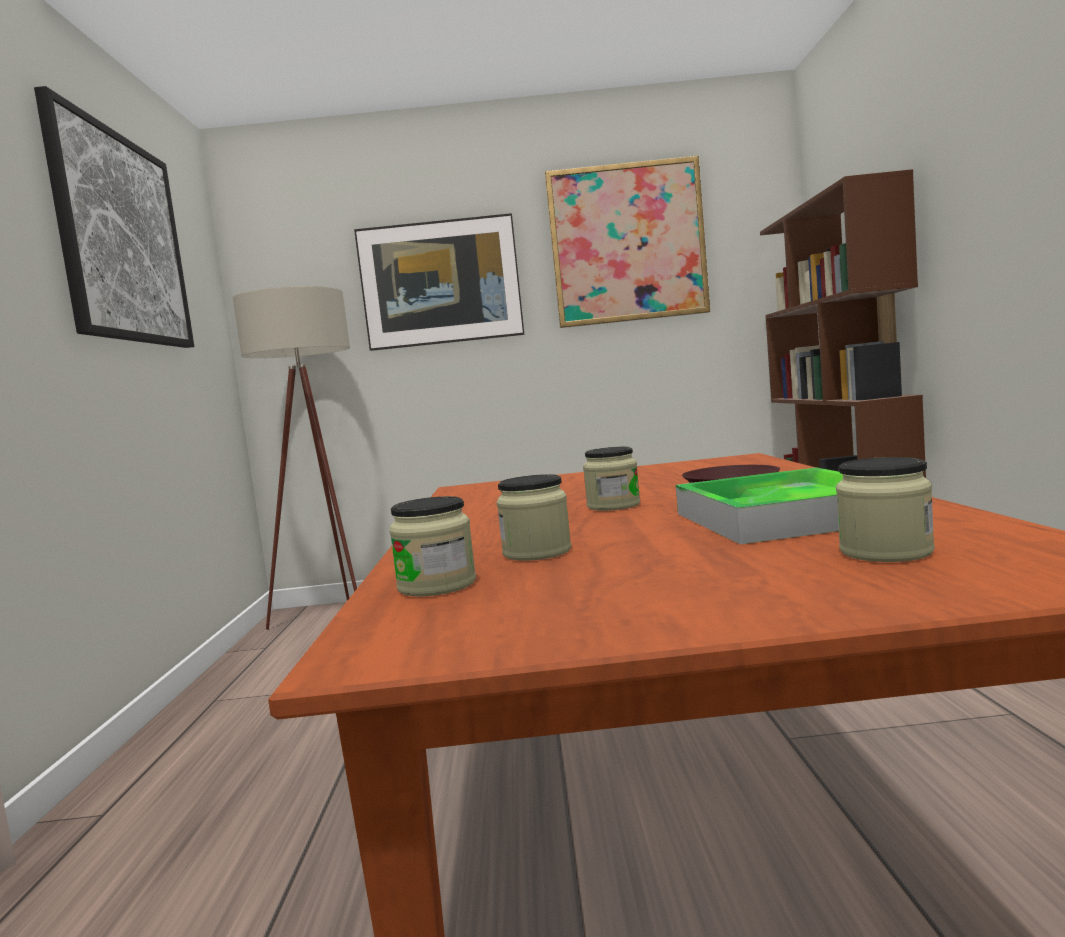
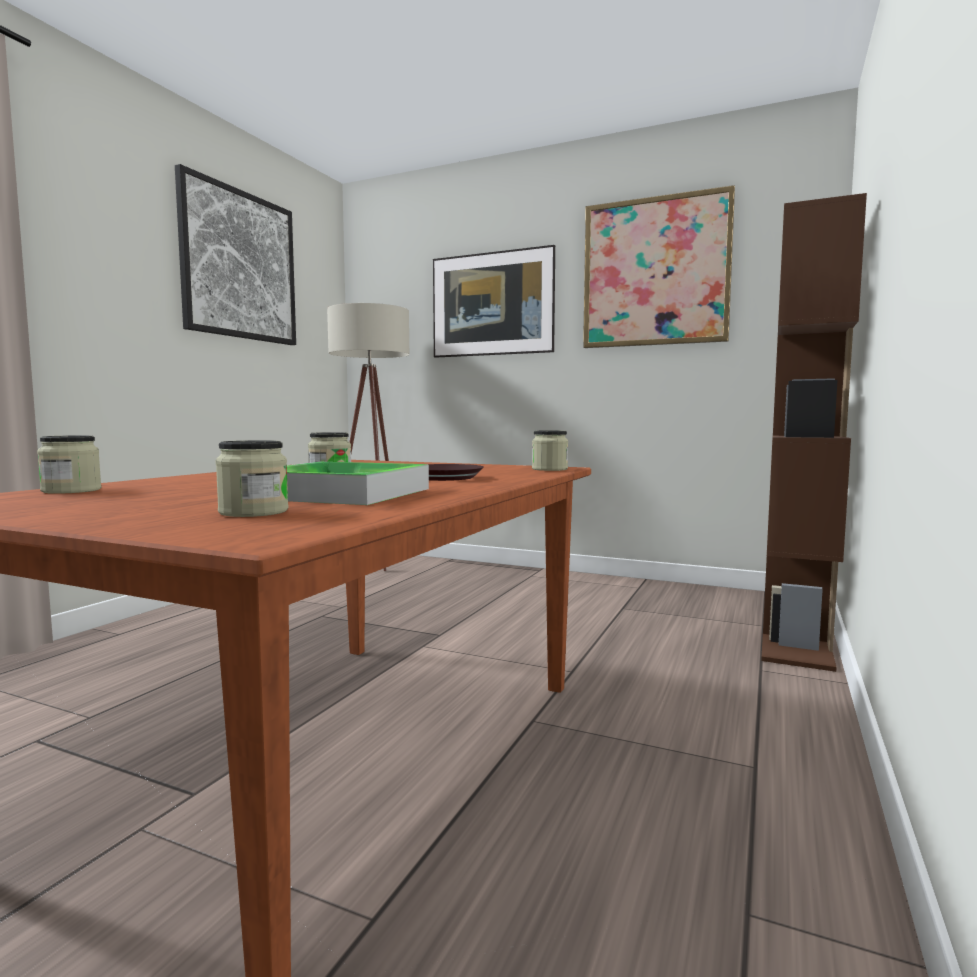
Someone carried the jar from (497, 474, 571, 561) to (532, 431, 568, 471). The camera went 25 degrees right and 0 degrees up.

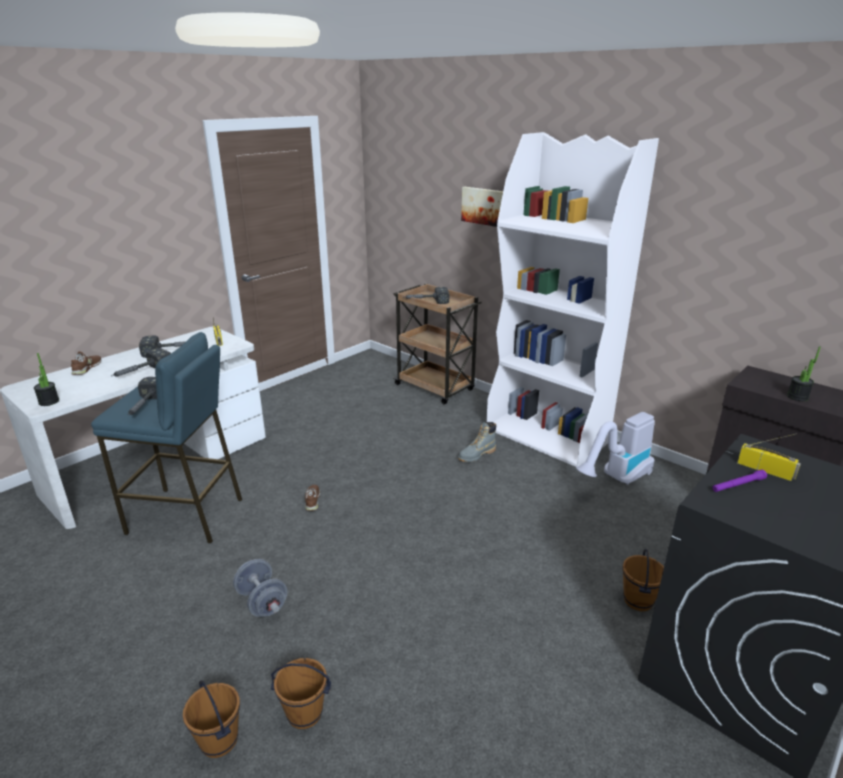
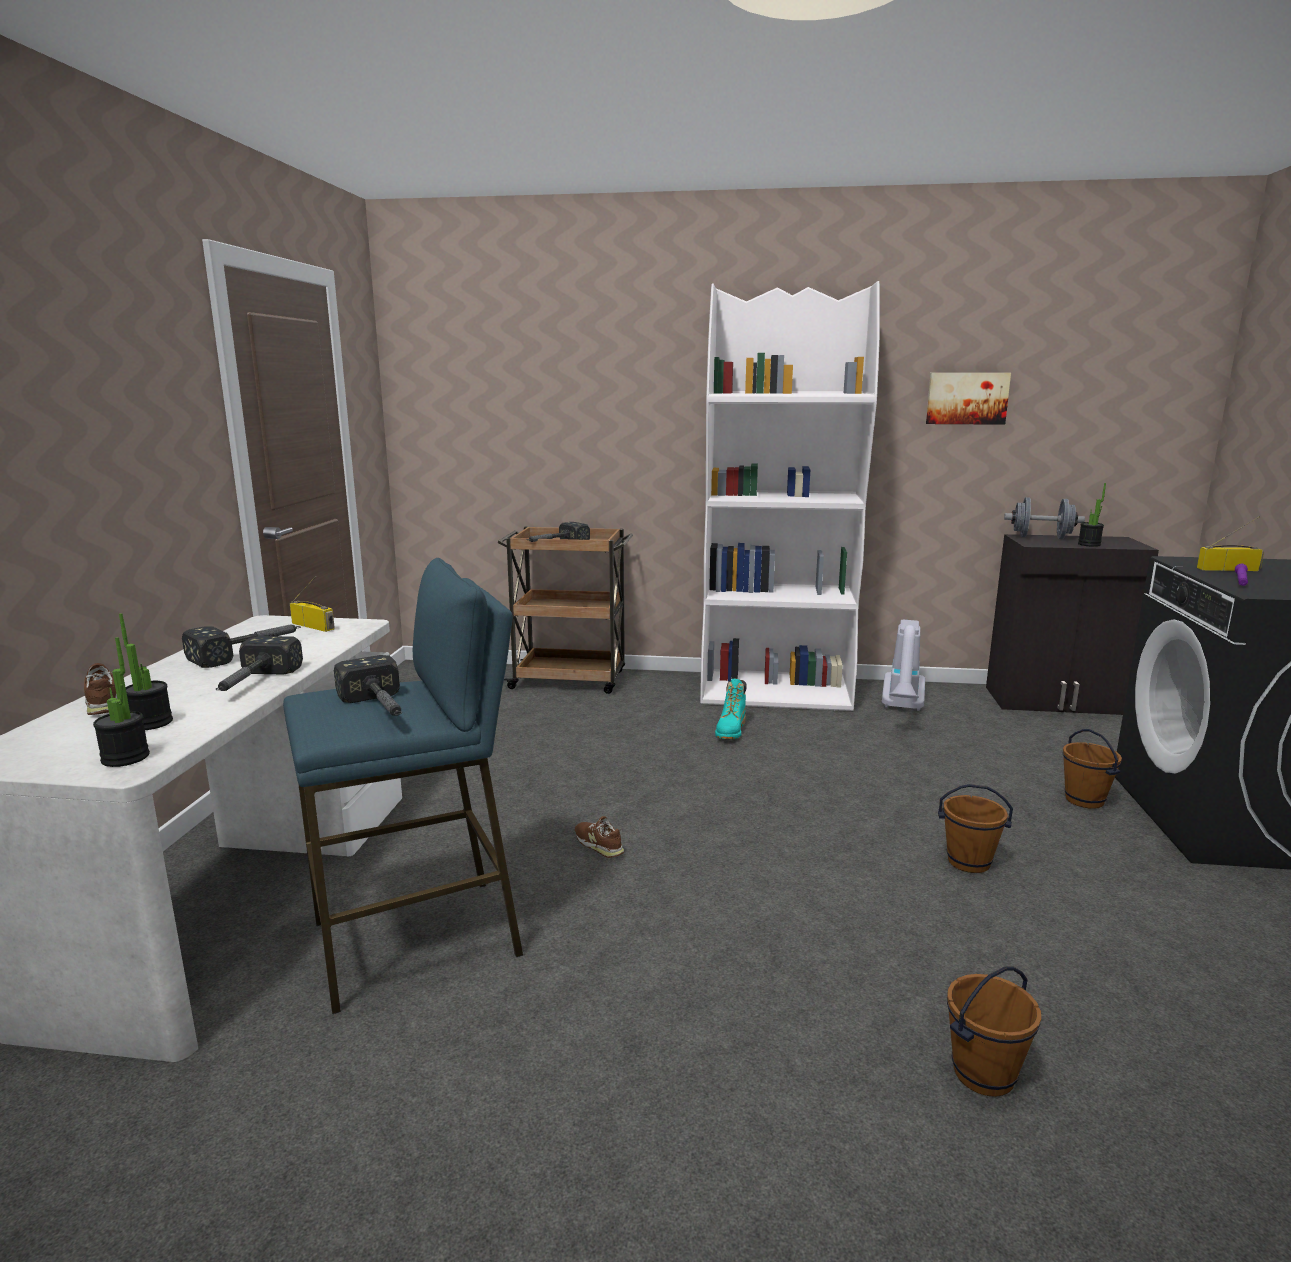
Someone carried the brown bucket from (183, 680, 240, 758) to (938, 784, 1013, 873). Someone carried the grey dumbbell from (233, 559, 287, 617) to (1004, 497, 1085, 539). Someone repainted the grey boot at (458, 422, 496, 462), which became the turquoise boot at (715, 678, 747, 739). Someone carried the picture from (461, 187, 503, 227) to (926, 373, 1011, 425). Someone put down the potted plant at (119, 613, 173, 730). The camera went 35 degrees left and 10 degrees down.

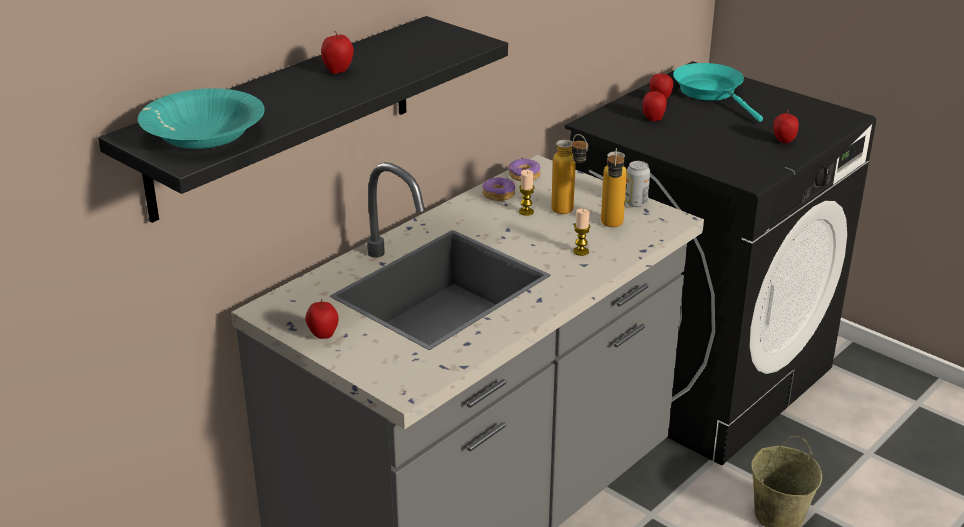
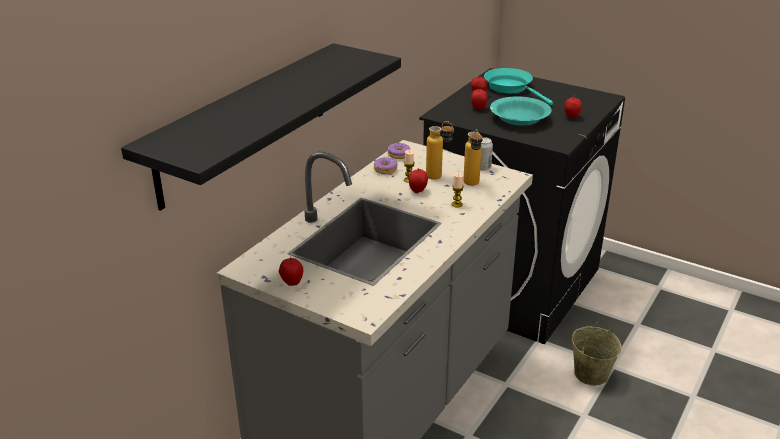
Someone carried the turquoise bowl from (138, 88, 265, 149) to (490, 96, 552, 126). Someone carried the apple from (321, 31, 354, 74) to (409, 168, 428, 193). The camera went 10 degrees left and 0 degrees up.

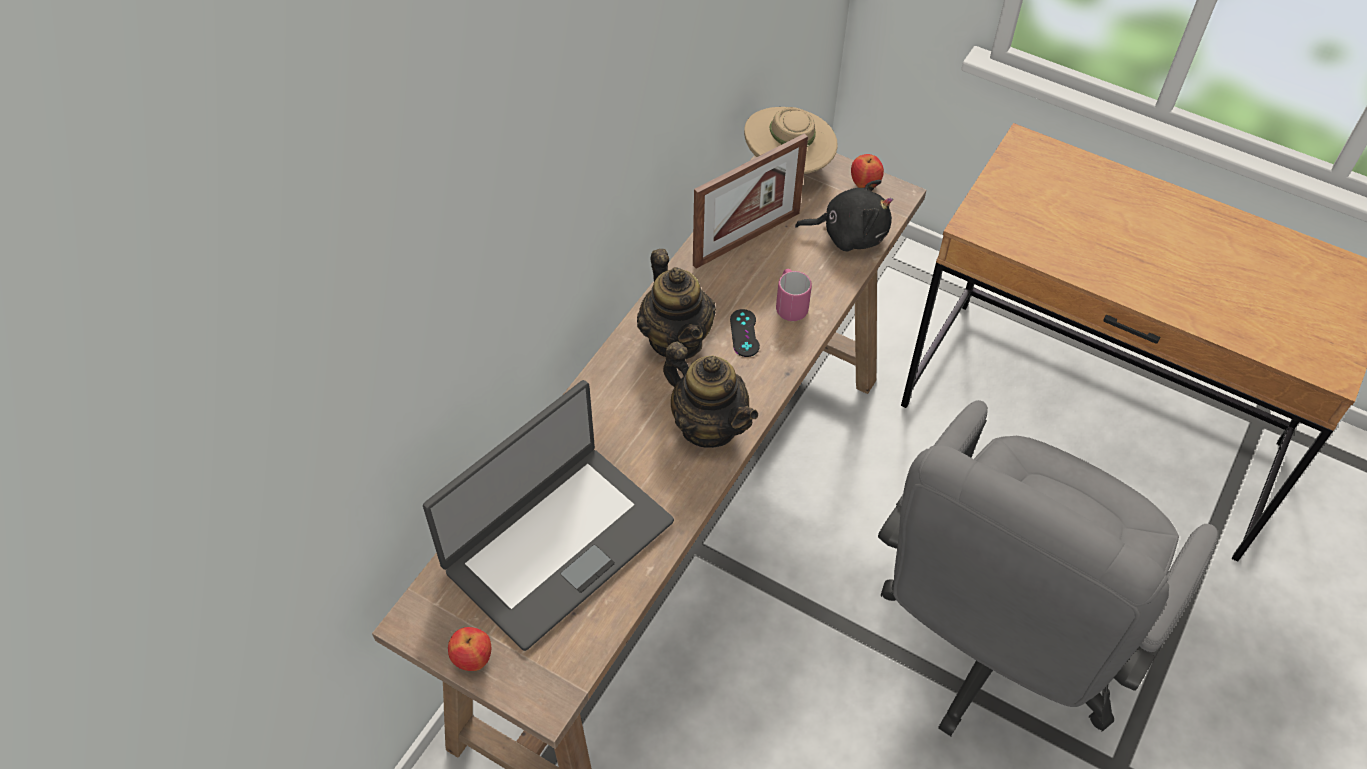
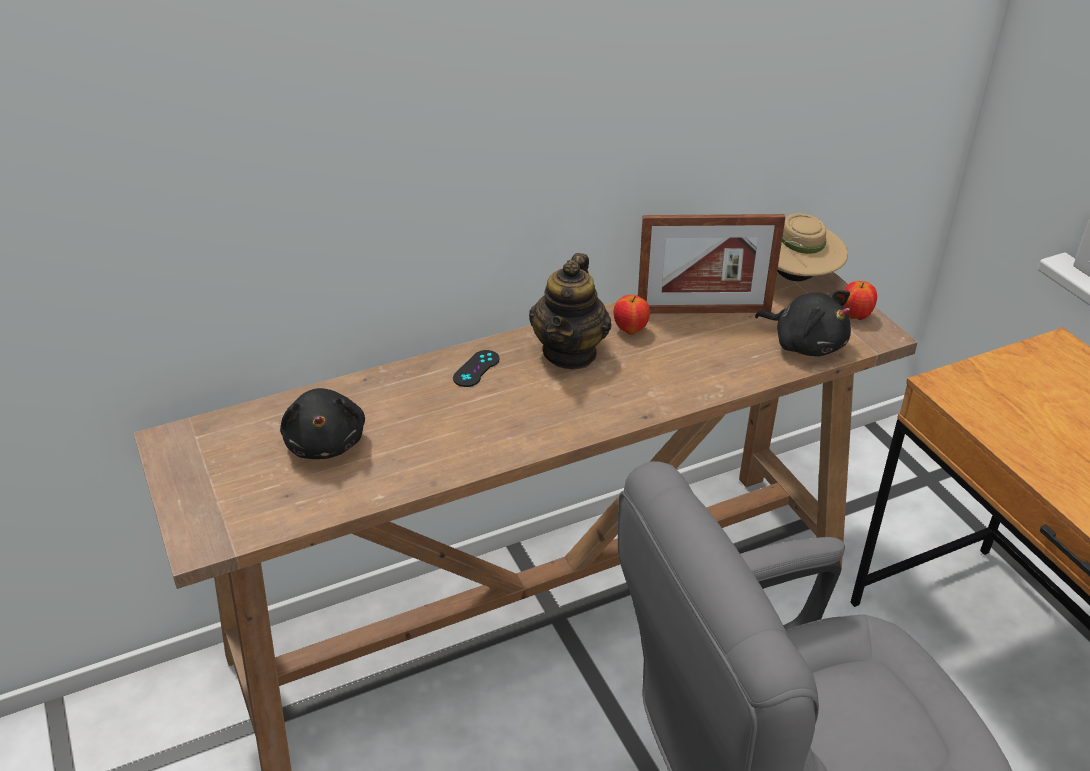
Someone swapped the laptop at (423, 380, 674, 651) for the black plush toy at (280, 388, 365, 459). Someone carried the apple from (448, 627, 491, 671) to (614, 295, 650, 335). Someone took away the teapot at (663, 342, 758, 448). Someone carried the black game controller from (730, 309, 760, 357) to (453, 350, 499, 387). Someone took away the pink mug at (776, 269, 812, 321). The camera went 35 degrees right and 15 degrees down.

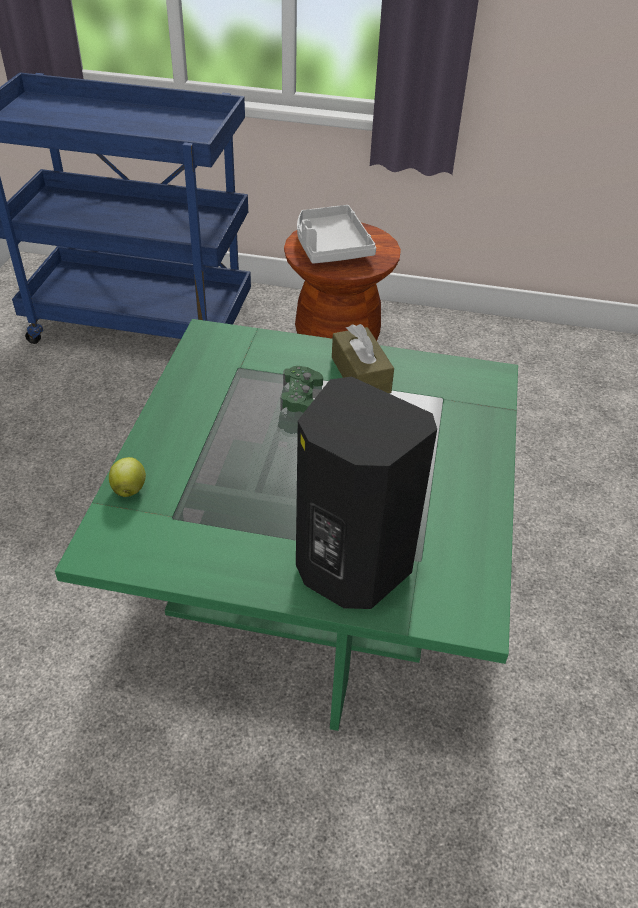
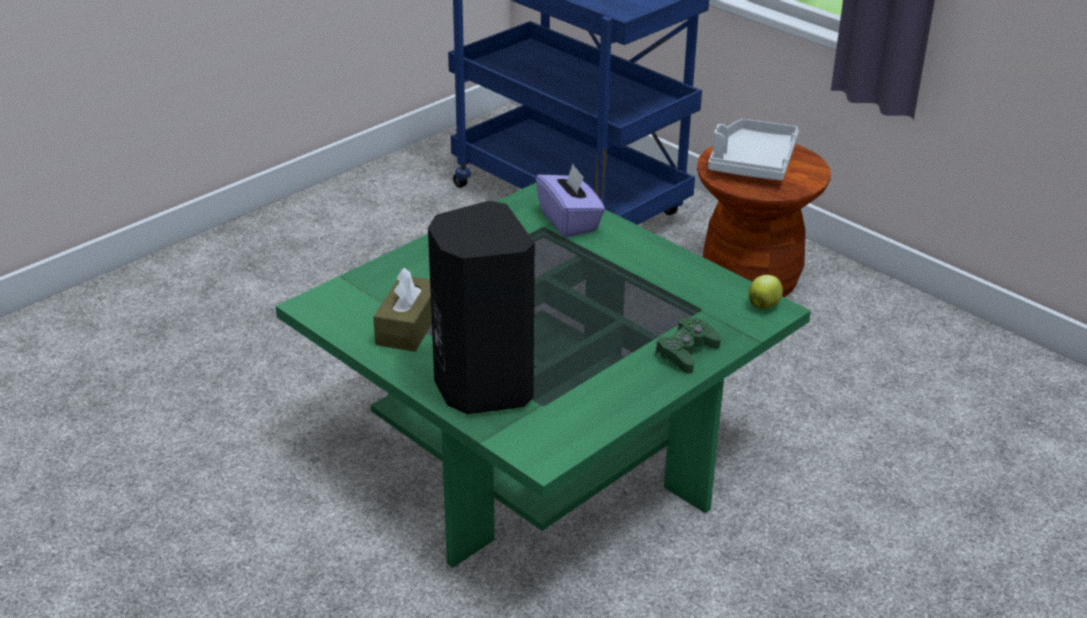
Someone carried the apple from (109, 457, 146, 497) to (749, 275, 783, 309). Someone carried the green game controller from (280, 366, 323, 413) to (655, 318, 721, 374). Someone carried the brown tissue box from (332, 324, 394, 393) to (373, 268, 432, 352). Someone put down the purple tissue box at (536, 164, 605, 238). The camera went 35 degrees right and 10 degrees down.

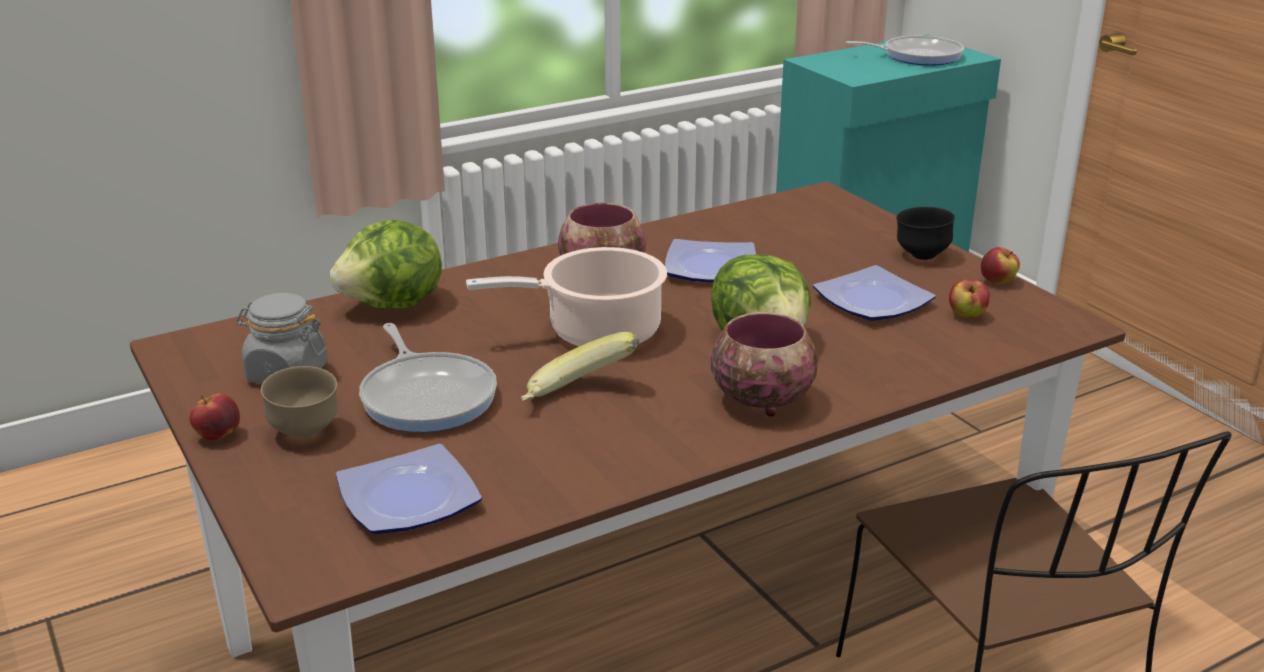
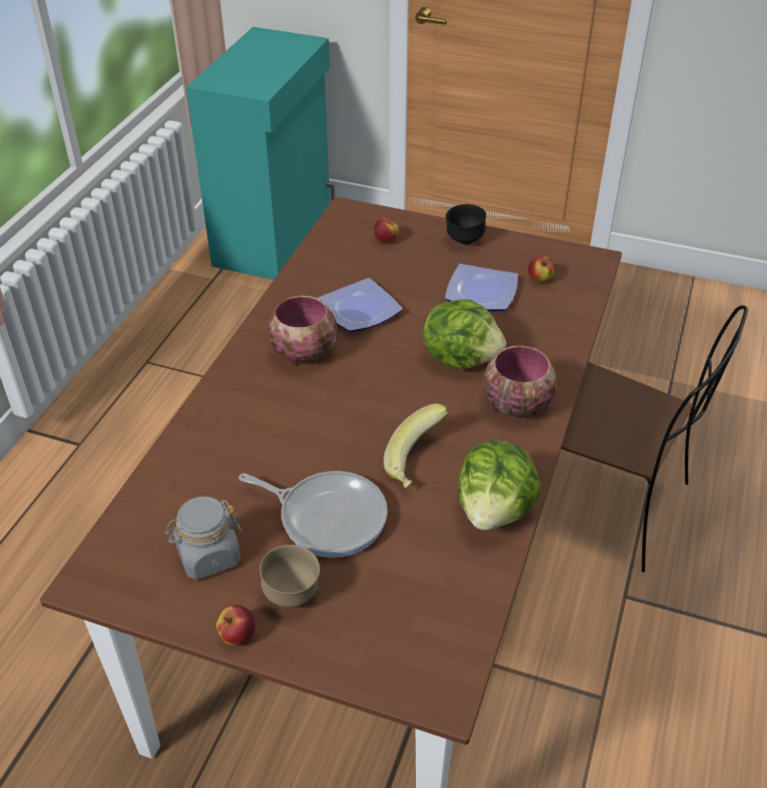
Someone carried the lettuce from (330, 220, 442, 309) to (458, 440, 541, 530). Someone took away the plate at (336, 444, 482, 534). Someone took away the cooking pot at (466, 247, 667, 347). Someone took away the frying pan at (846, 36, 964, 66). Someone carried the apple from (981, 247, 1020, 284) to (374, 217, 399, 243). The camera went 40 degrees left and 15 degrees up.

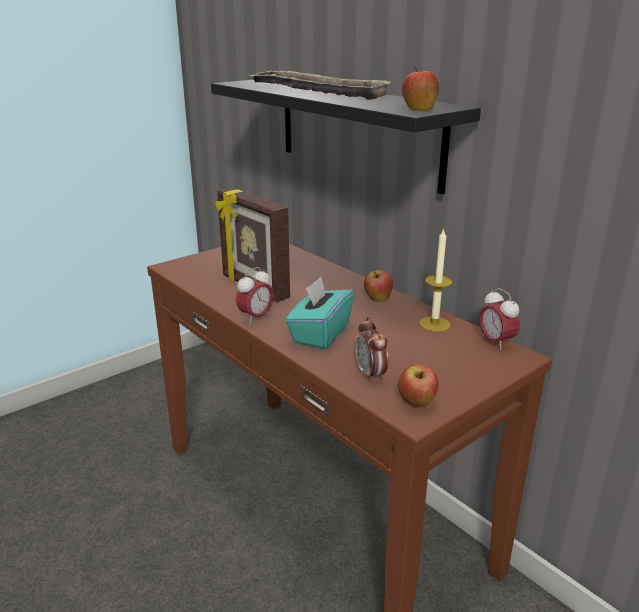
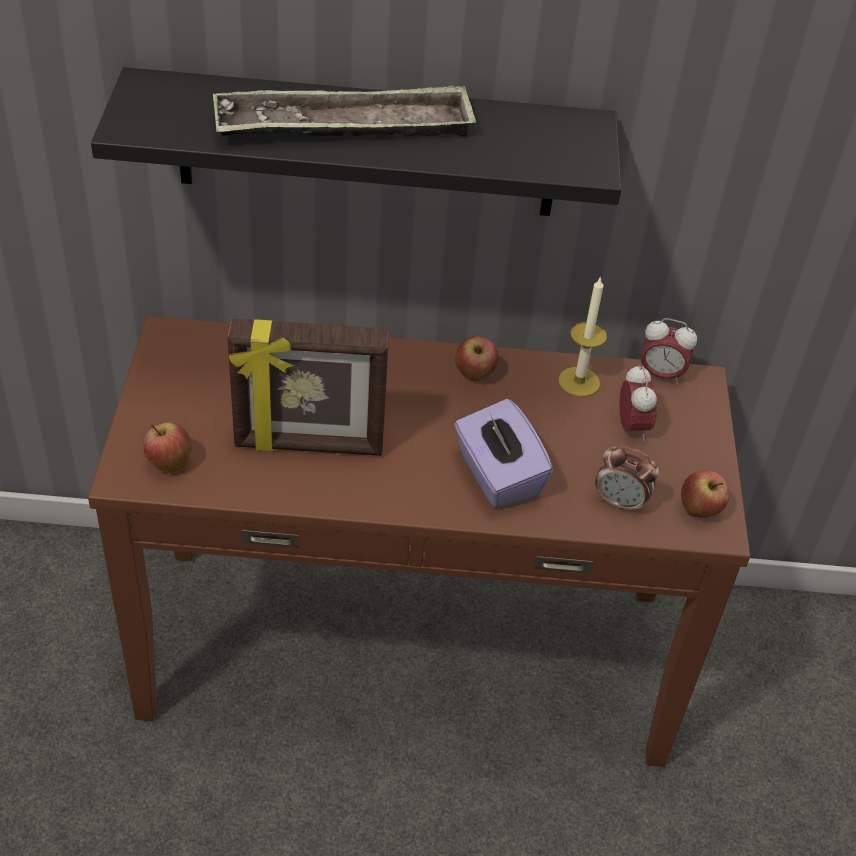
Someone carried the alarm clock from (236, 267, 274, 324) to (619, 364, 657, 441). Someone repainted the turquoise tissue box at (285, 277, 354, 349), which became the purple tissue box at (454, 399, 553, 508). Someone carried the apple from (402, 65, 439, 111) to (143, 422, 192, 473). The camera went 50 degrees left and 20 degrees up.

